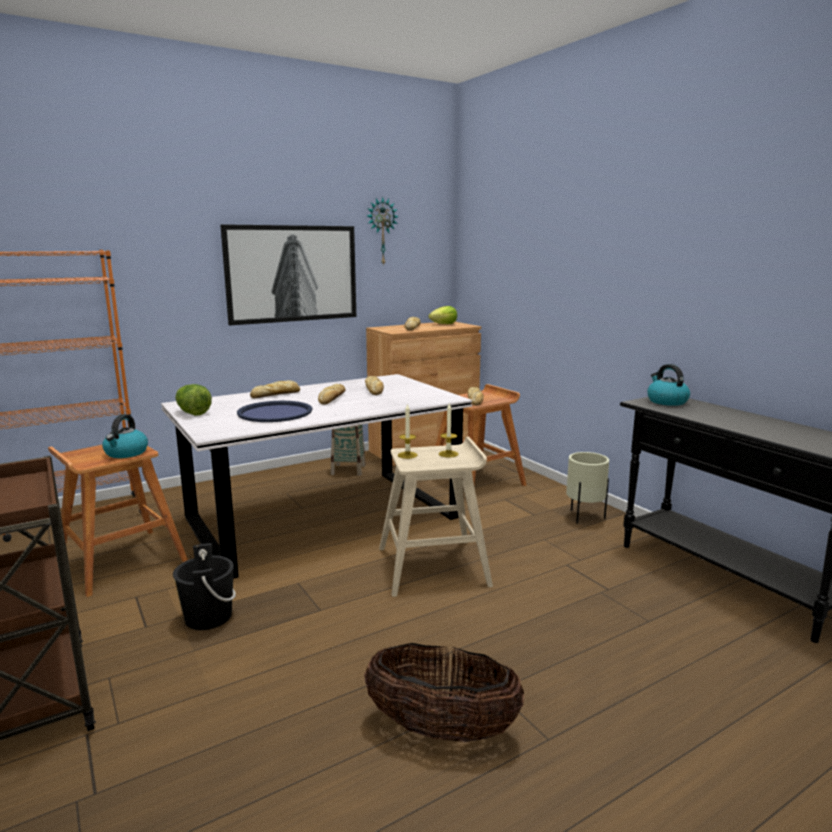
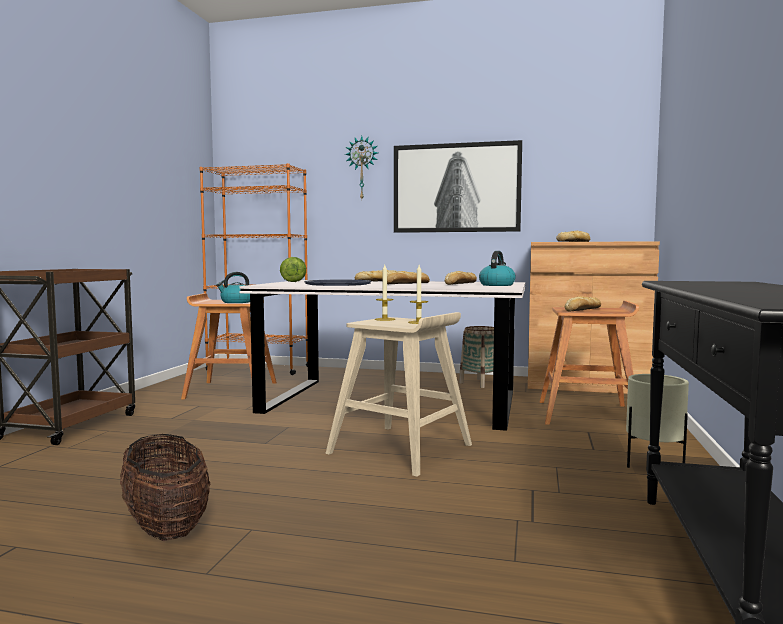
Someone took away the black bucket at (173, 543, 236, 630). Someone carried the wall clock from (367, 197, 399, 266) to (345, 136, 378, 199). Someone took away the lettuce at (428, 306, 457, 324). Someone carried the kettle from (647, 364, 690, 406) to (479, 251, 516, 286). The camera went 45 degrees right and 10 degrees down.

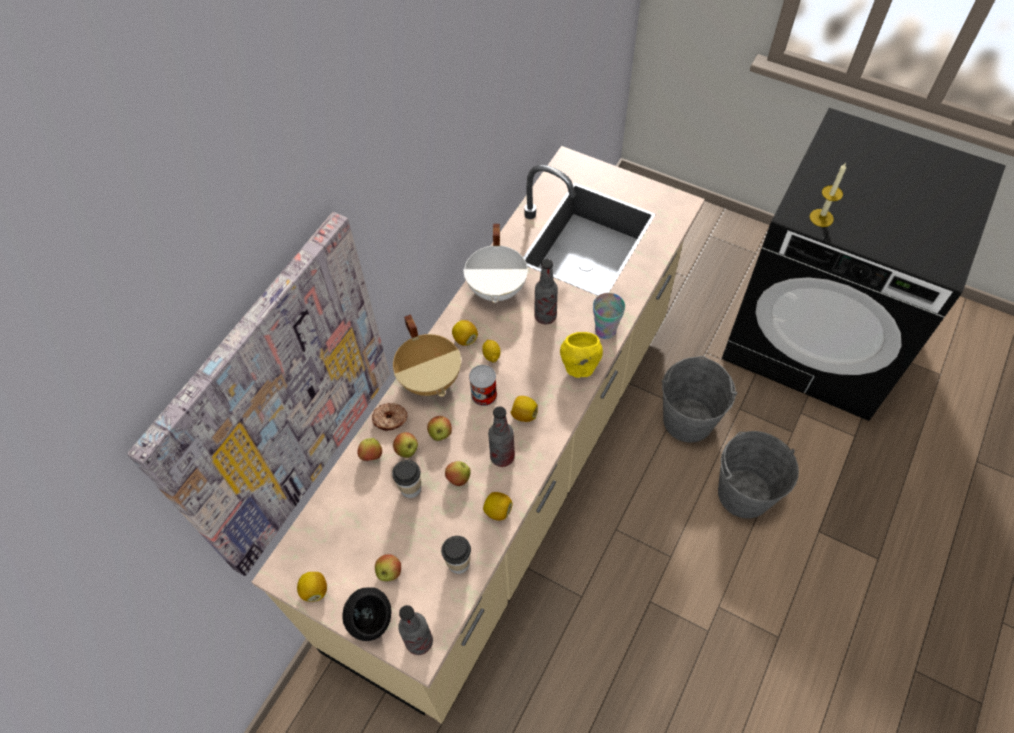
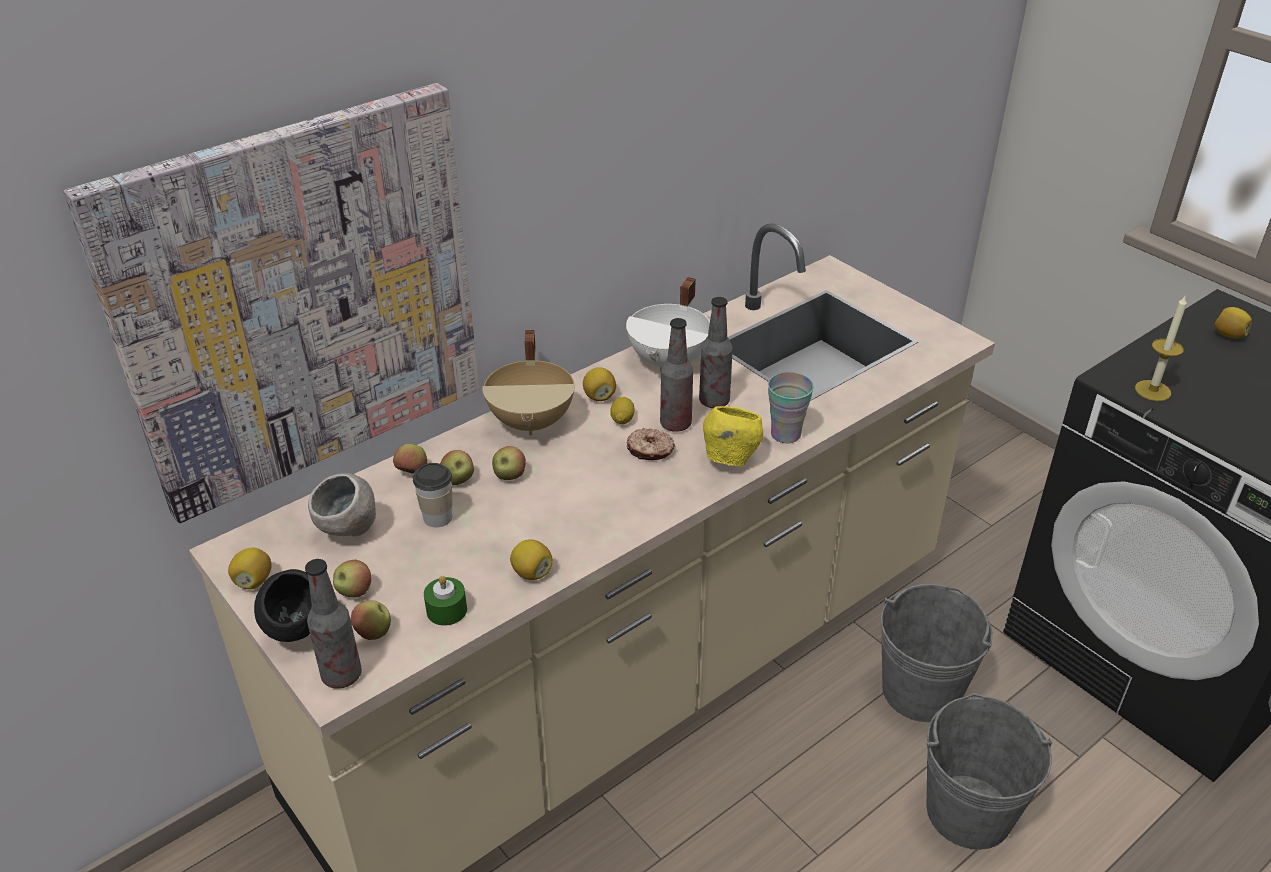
Someone carried the donut from (372, 403, 408, 431) to (626, 428, 675, 460). Someone swapped the cup at (441, 536, 471, 574) for the green candle at (424, 576, 467, 626). Someone carried the apple from (445, 461, 471, 486) to (351, 600, 391, 640). Someone took away the can at (469, 365, 497, 406). Someone carried the bottle from (488, 406, 515, 467) to (660, 318, 693, 432). Someone carried the lemon from (511, 396, 538, 422) to (1215, 307, 1252, 338). Someone put down the grey bowl at (308, 473, 376, 537). The camera went 20 degrees right and 20 degrees down.

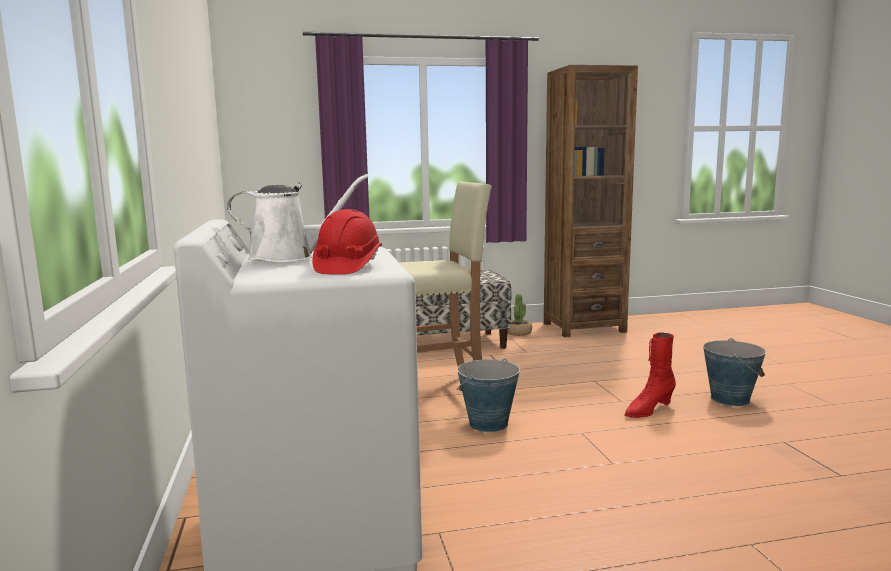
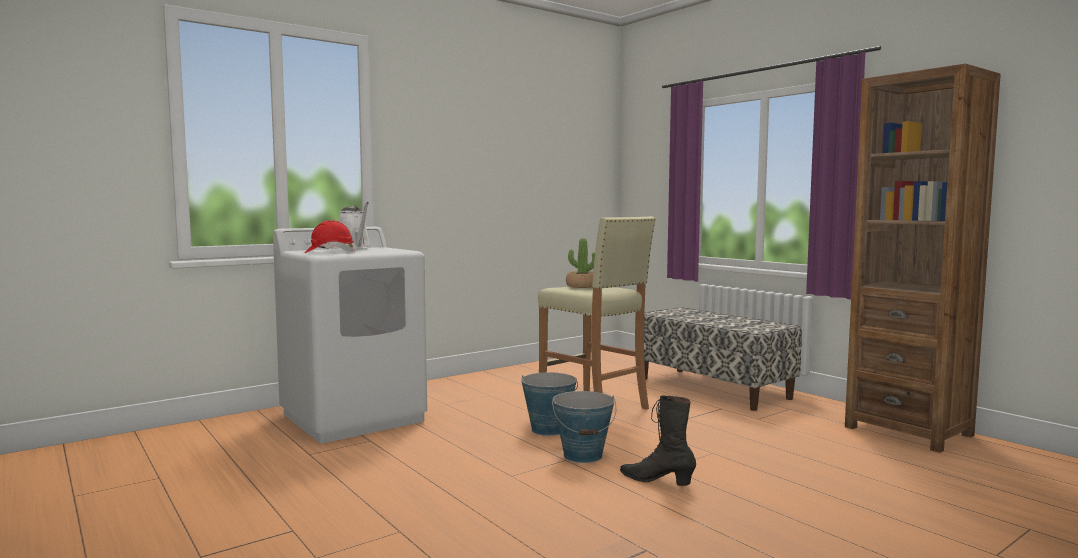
Someone carried the potted plant from (507, 294, 532, 336) to (566, 238, 595, 288). Someone repainted the red boot at (624, 333, 676, 418), which became the black boot at (620, 396, 696, 486). Someone carried the bucket from (703, 338, 766, 406) to (552, 391, 616, 463). The camera went 65 degrees right and 5 degrees down.

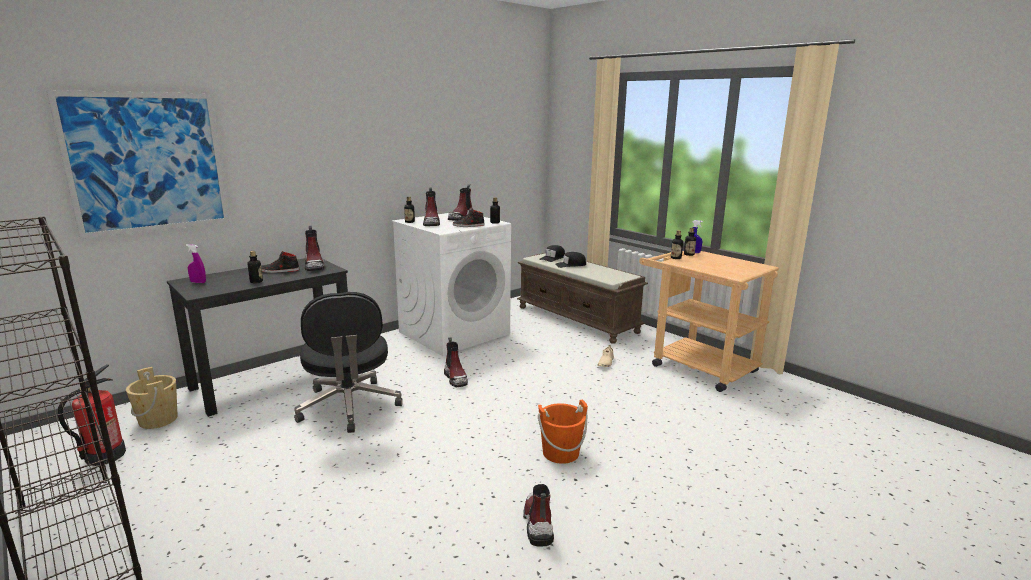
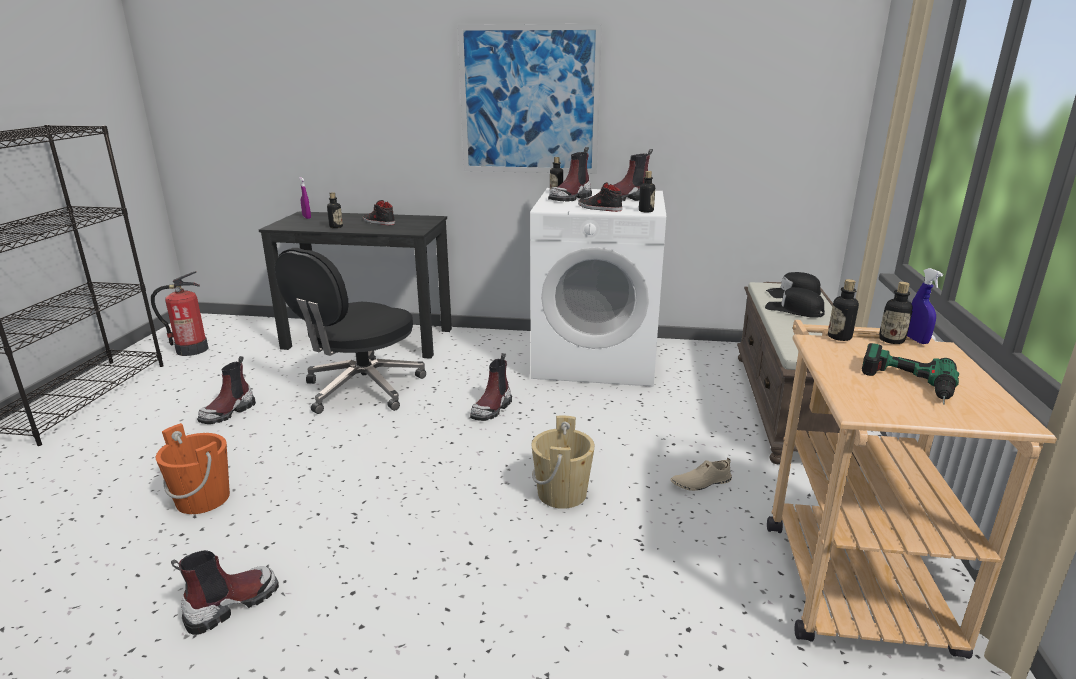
Someone carried the picture from (46, 90, 230, 239) to (458, 24, 602, 174). Someone carried the beige bucket from (126, 367, 178, 429) to (531, 416, 595, 509). Someone carried the boot from (305, 226, 325, 271) to (197, 356, 256, 424). Someone carried the orange bucket from (538, 400, 588, 464) to (156, 423, 230, 514). Someone put down the power drill at (862, 343, 959, 405). The camera went 50 degrees right and 5 degrees up.

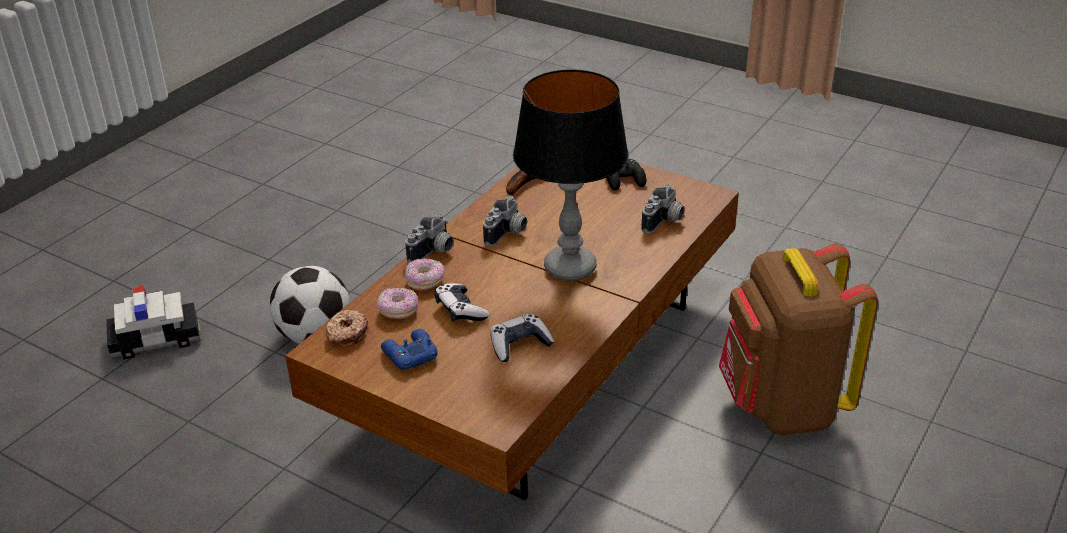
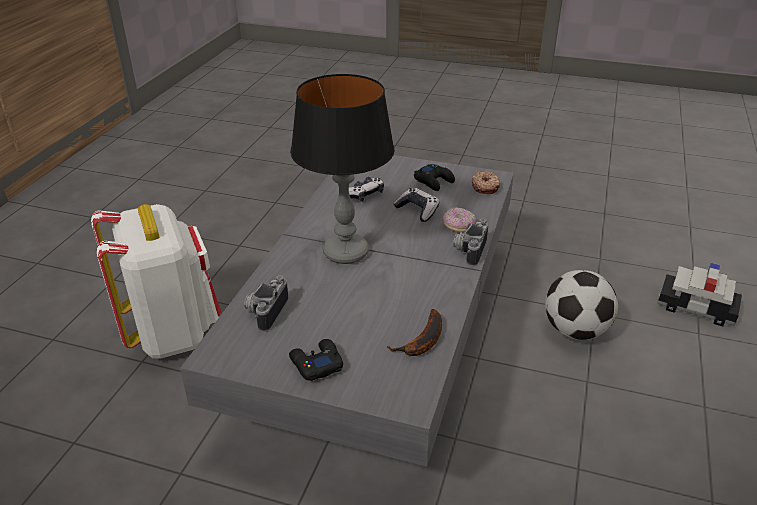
Someone rotated the toy car at (106, 285, 201, 360) by 60 degrees clockwise. Someone repainted the brown coffee table at (285, 163, 739, 500), which became the grey coffee table at (180, 155, 514, 467). Someone took away the donut at (377, 288, 418, 319). Someone repainted the blue game controller at (381, 329, 437, 370), which became the black game controller at (414, 164, 455, 191). Someone took away the photo camera at (483, 195, 527, 246). Someone repainted the brown backpack at (719, 243, 878, 435), which became the white backpack at (91, 204, 222, 359). The camera went 165 degrees right and 0 degrees up.

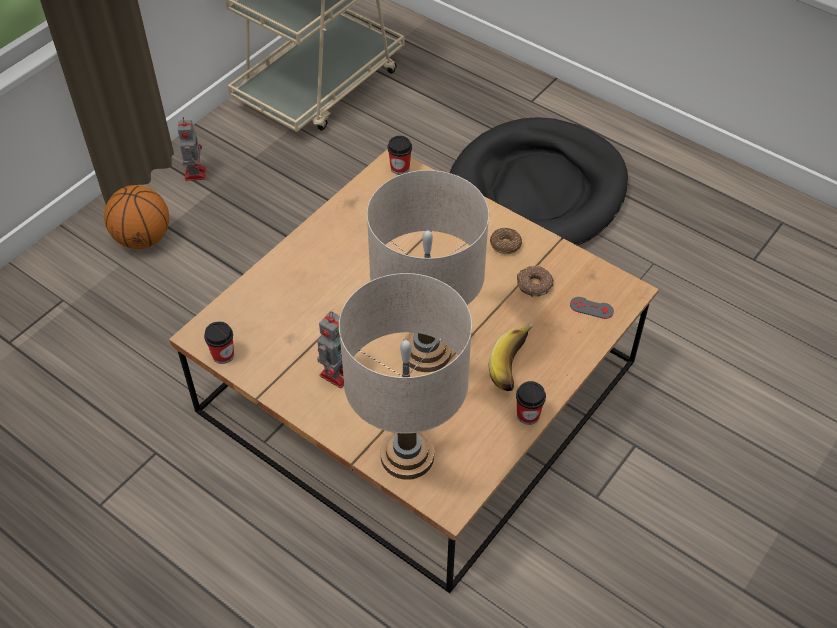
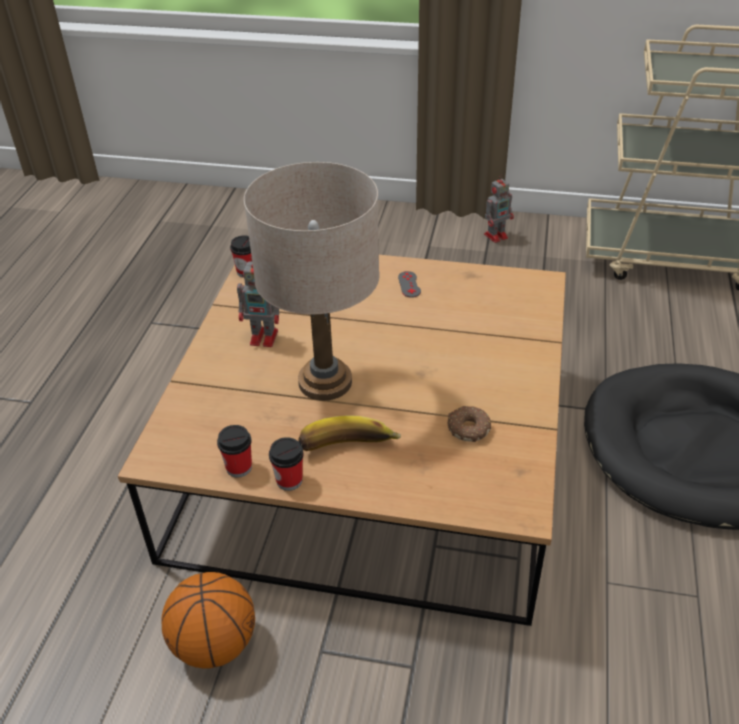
Someone carried the basketball from (104, 185, 169, 249) to (161, 572, 255, 668). Someone took away the beige table lamp at (339, 273, 472, 480). Someone carried the cup from (387, 136, 412, 175) to (217, 425, 252, 478). Someone took away the donut at (490, 228, 522, 254). Someone carried the grey game controller from (570, 297, 614, 319) to (398, 271, 421, 298). The camera went 65 degrees right and 10 degrees down.

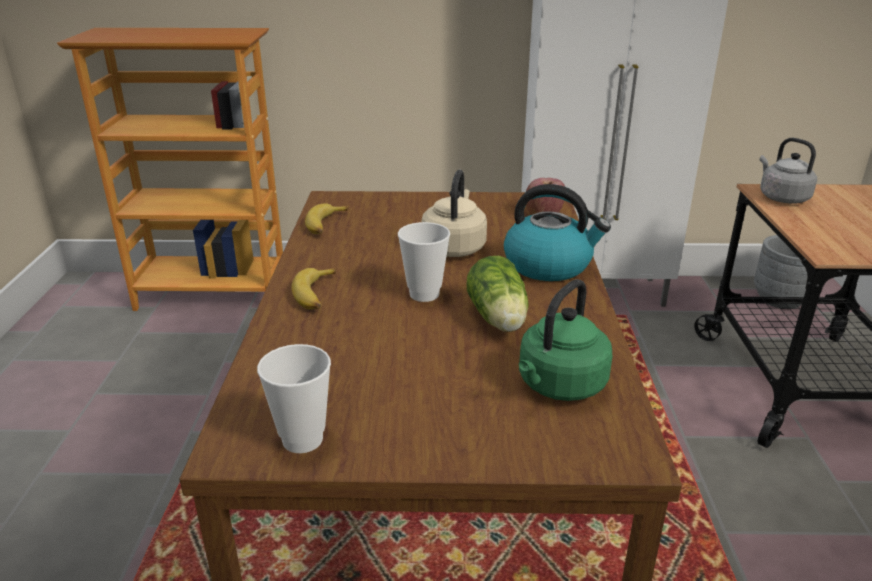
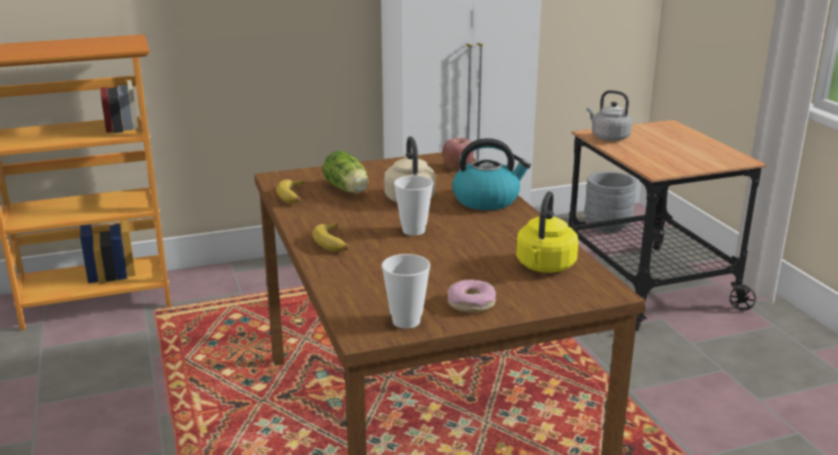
Someone carried the lettuce from (467, 256, 528, 332) to (323, 151, 368, 193). Someone repainted the green kettle at (519, 279, 612, 401), which became the yellow kettle at (516, 191, 578, 273). Someone put down the donut at (447, 280, 496, 313). The camera went 20 degrees left and 5 degrees down.

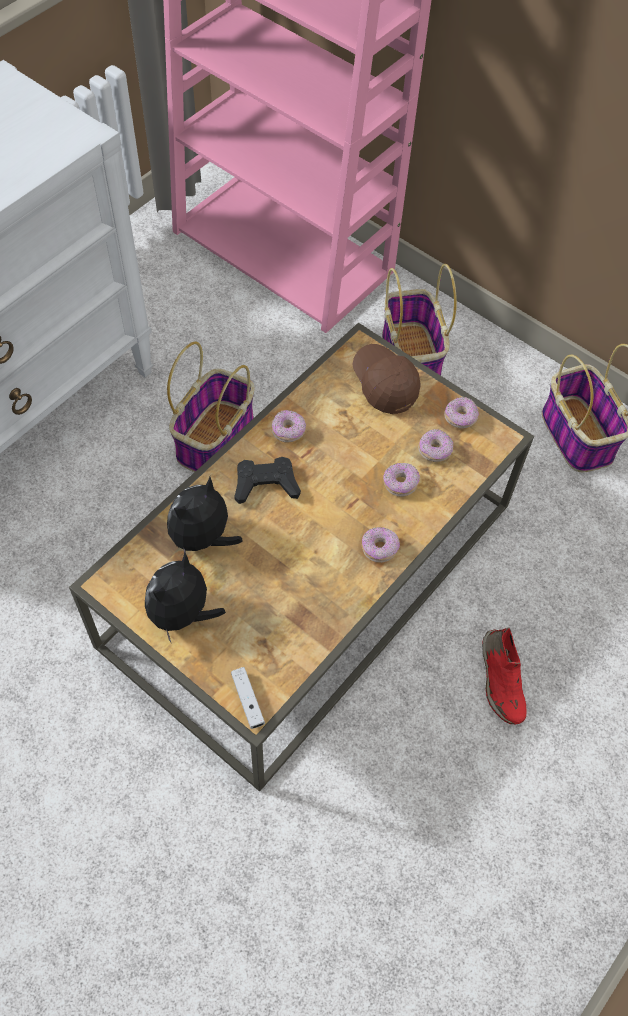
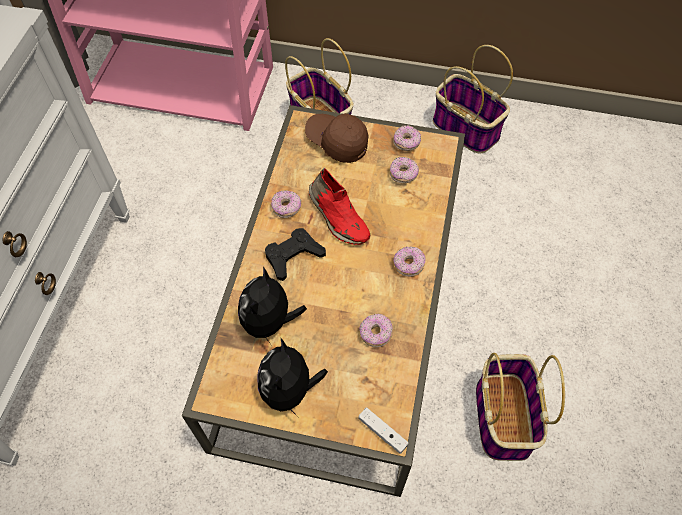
Someone carried the basket from (167, 342, 255, 472) to (476, 353, 565, 461). Someone carried the donut from (383, 463, 420, 497) to (359, 314, 393, 347). Someone carried the red shoe from (482, 627, 526, 725) to (309, 168, 370, 245). The camera went 25 degrees left and 0 degrees up.

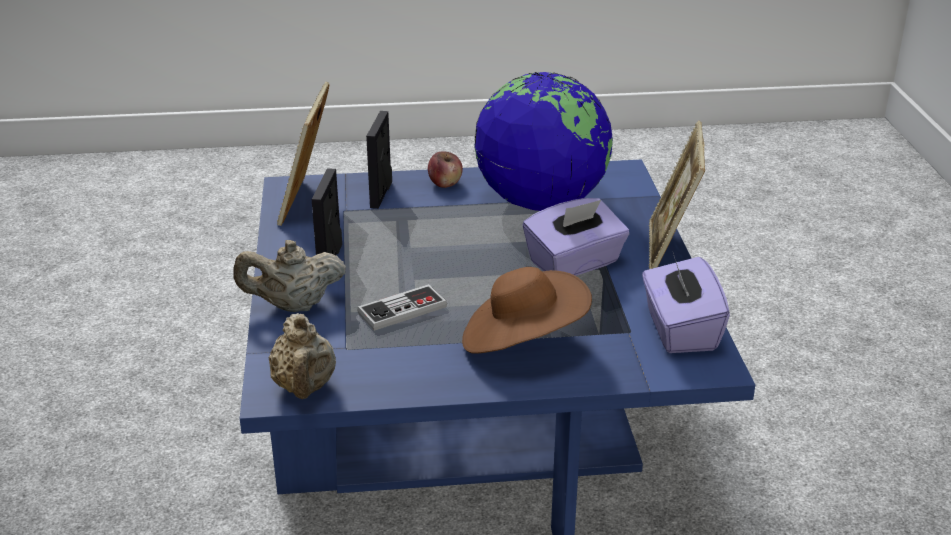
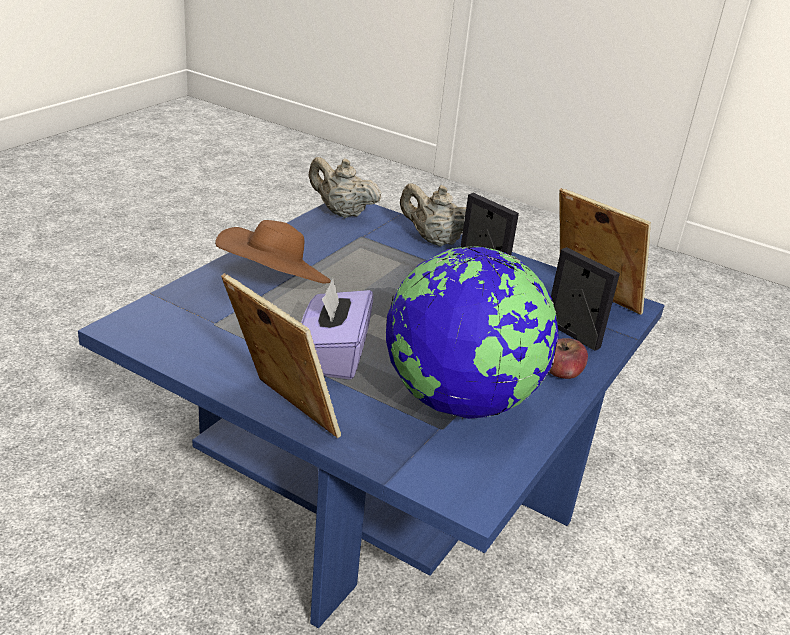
Someone rotated the beige teapot at (234, 240, 346, 312) by 90 degrees counterclockwise. Someone took away the game controller at (357, 284, 447, 331). Someone took away the purple tissue box at (642, 253, 730, 353). The camera went 125 degrees right and 0 degrees up.

